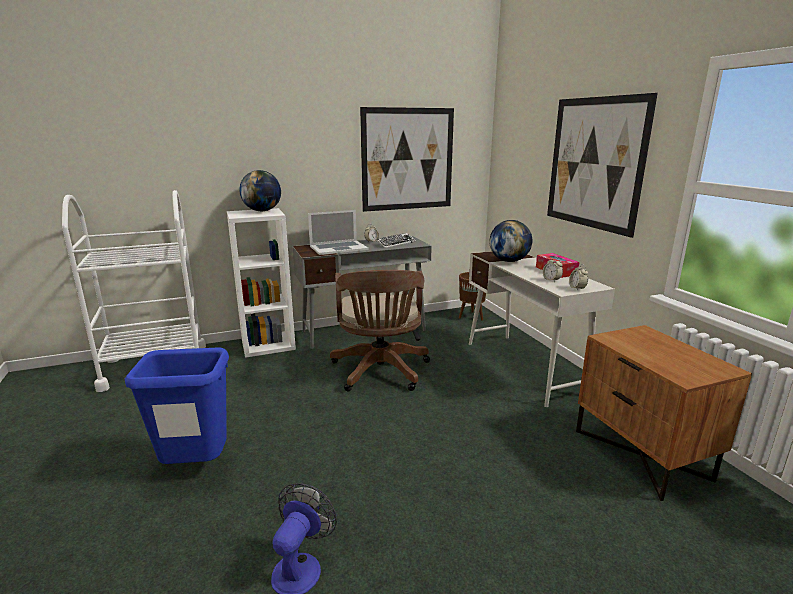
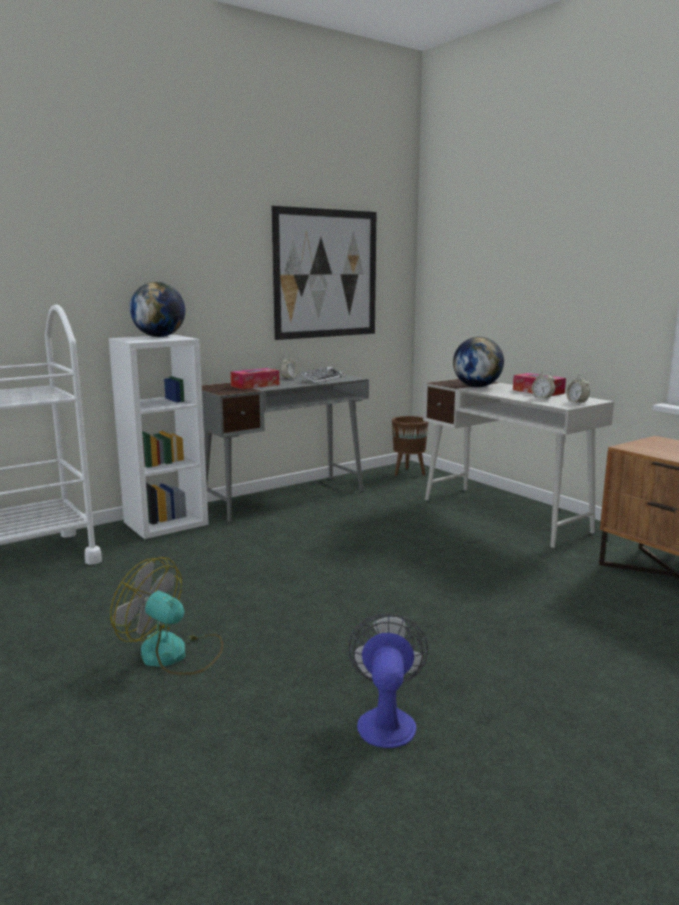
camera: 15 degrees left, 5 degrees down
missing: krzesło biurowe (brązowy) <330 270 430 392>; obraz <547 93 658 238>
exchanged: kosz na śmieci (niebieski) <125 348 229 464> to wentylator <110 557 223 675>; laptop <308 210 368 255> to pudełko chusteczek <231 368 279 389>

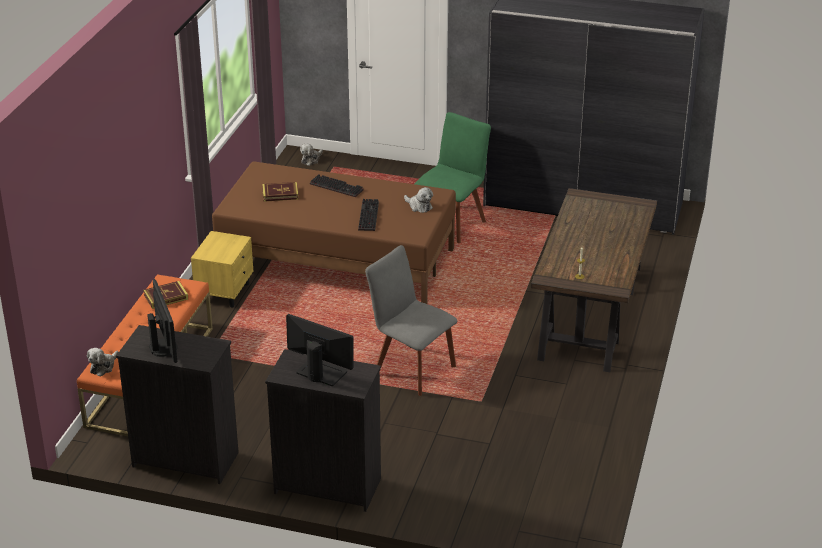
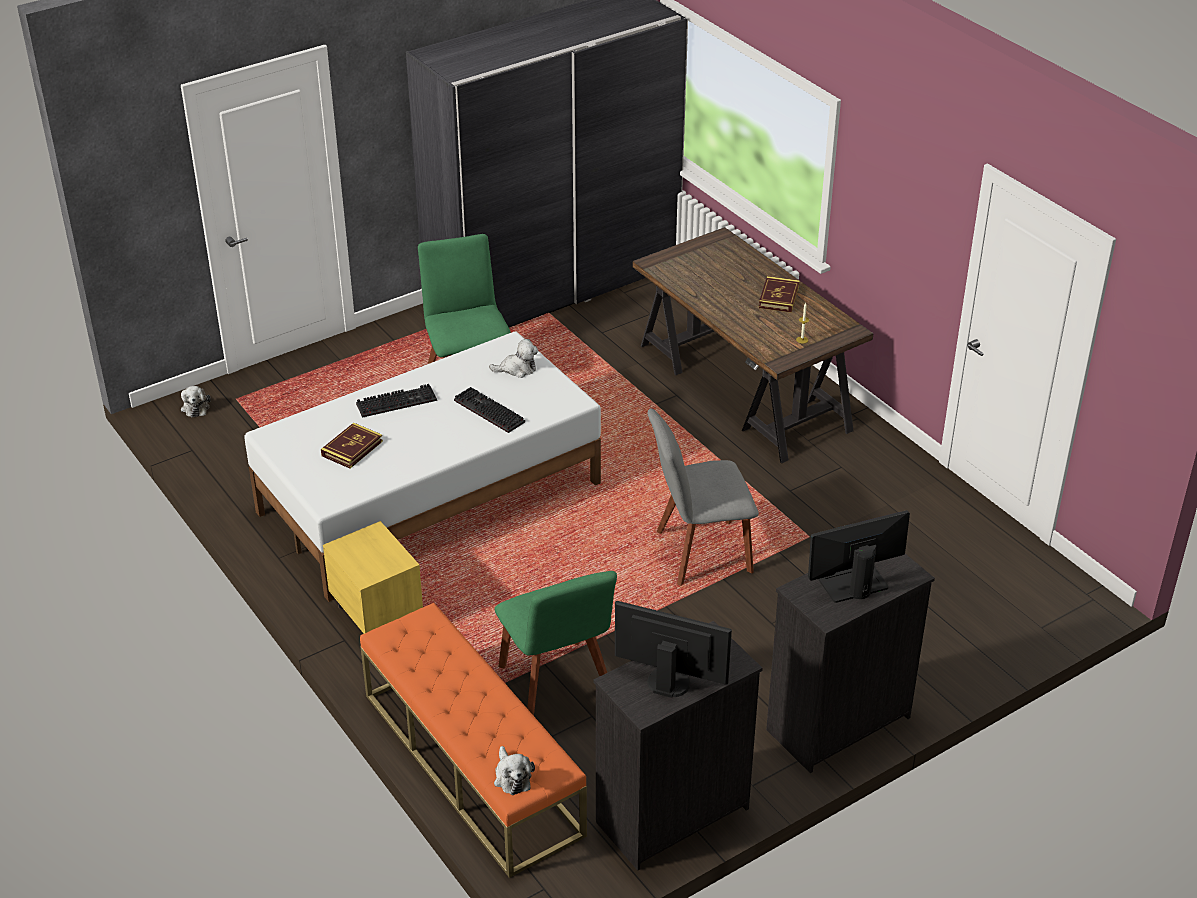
camera: 50 degrees left, 5 degrees up
appeared: krzesło (zielony) <494 571 617 716>
relocated: książka <143 281 188 309> to <759 276 800 313>
colour: łóżko (brązowy) <212 161 456 304> to łóżko (biały) <244 332 601 602>

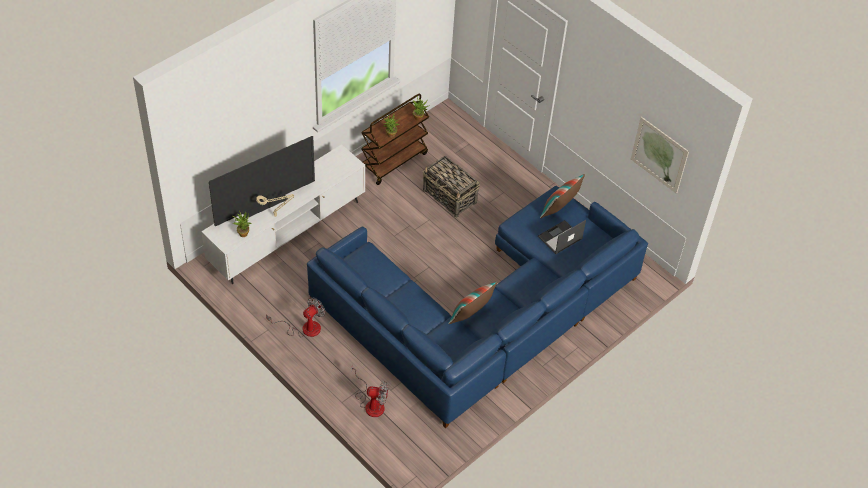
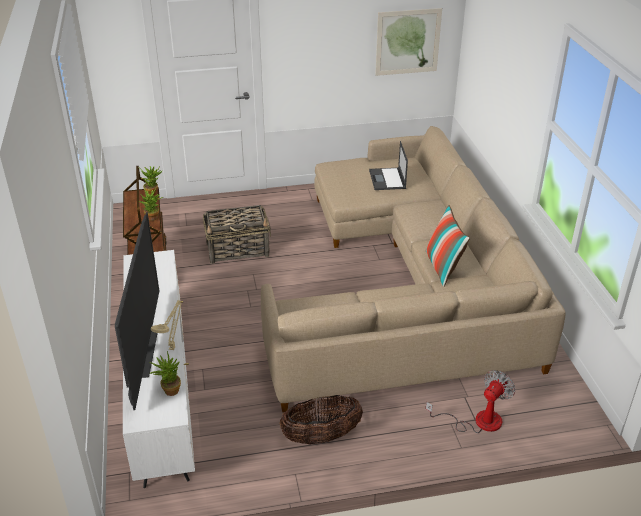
camera: 55 degrees left, 15 degrees down
missing: poduszka <540 174 585 218>
exchanged: wentylator <266 297 325 337> to koszyk <279 395 363 445>
colour: kanapa (niebieski) <307 186 648 428> to kanapa (beżowy) <261 126 566 412>

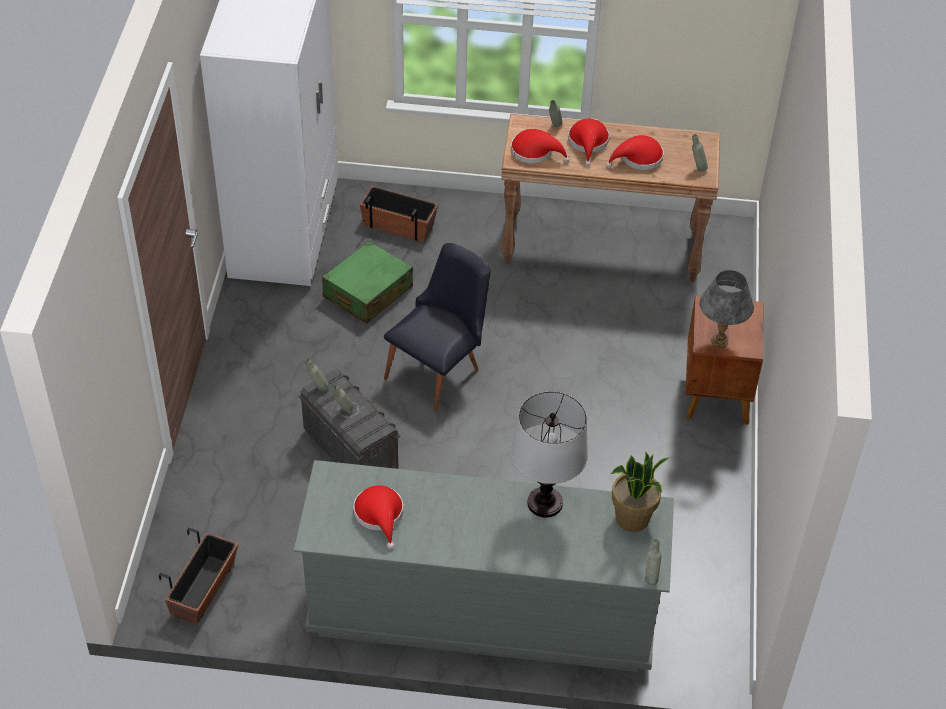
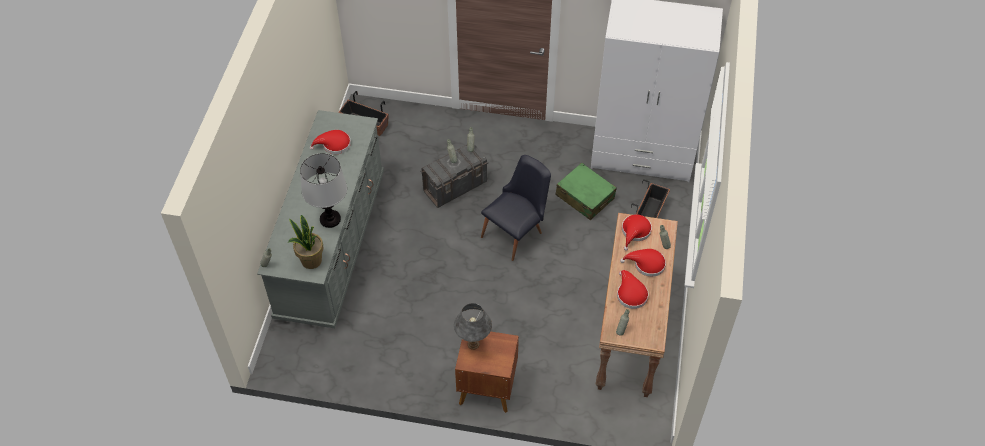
camera: 95 degrees right, 5 degrees up
spun: krzesło (czarny) <384 243 491 412> = <481 155 551 261> 90 degrees counterclockwise

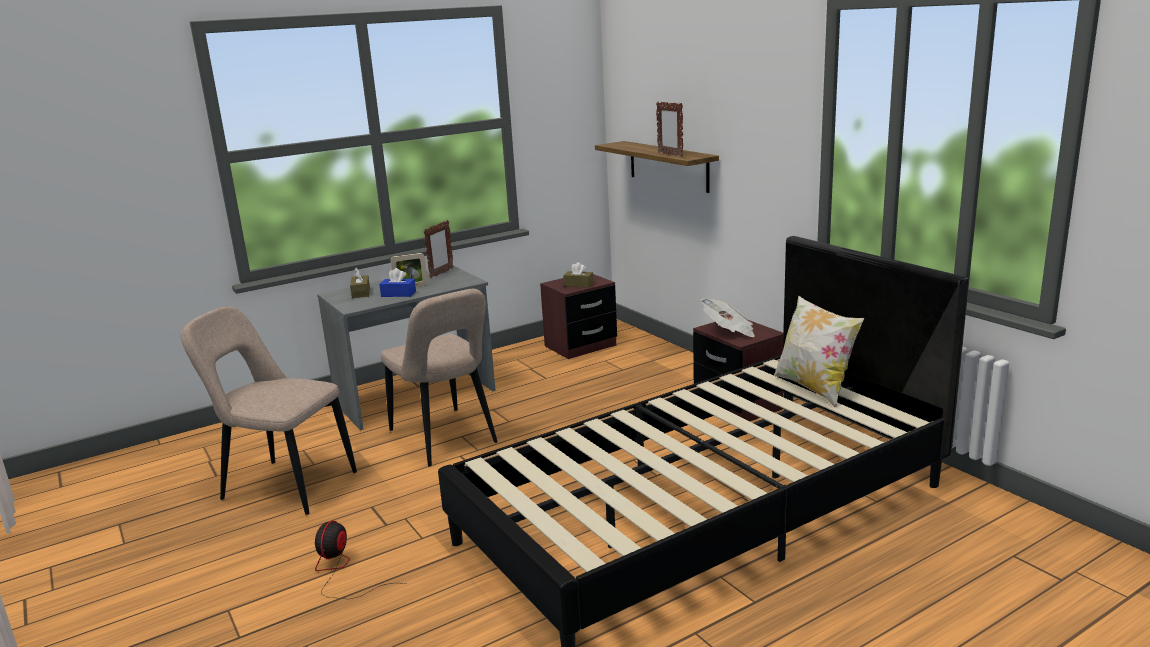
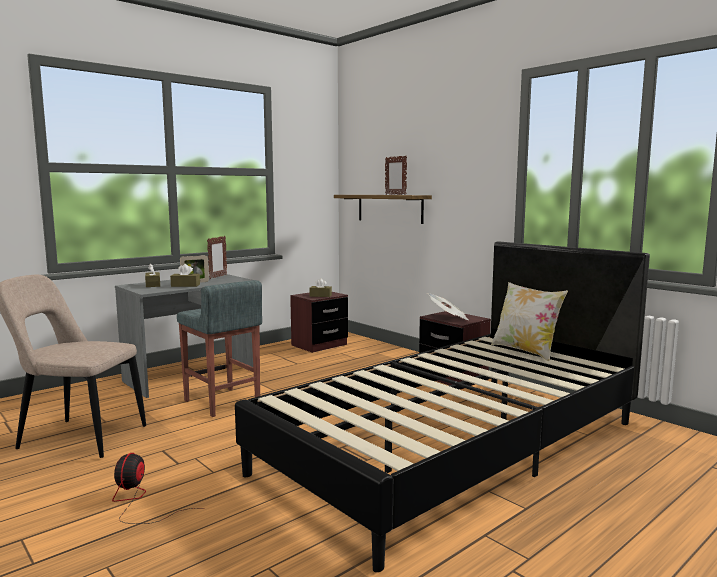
camera: 10 degrees left, 10 degrees down
exchanged: krzesło (beżowy) <381 289 498 466> to stołek (szary) <177 280 262 417>
colour: pudełko chusteczek (niebieski) <379 268 416 297> to pudełko chusteczek (brązowy) <170 264 200 287>

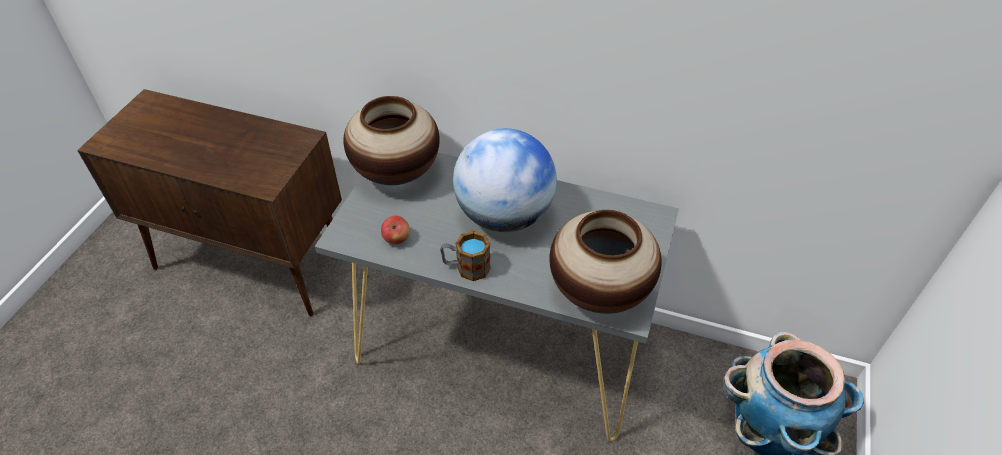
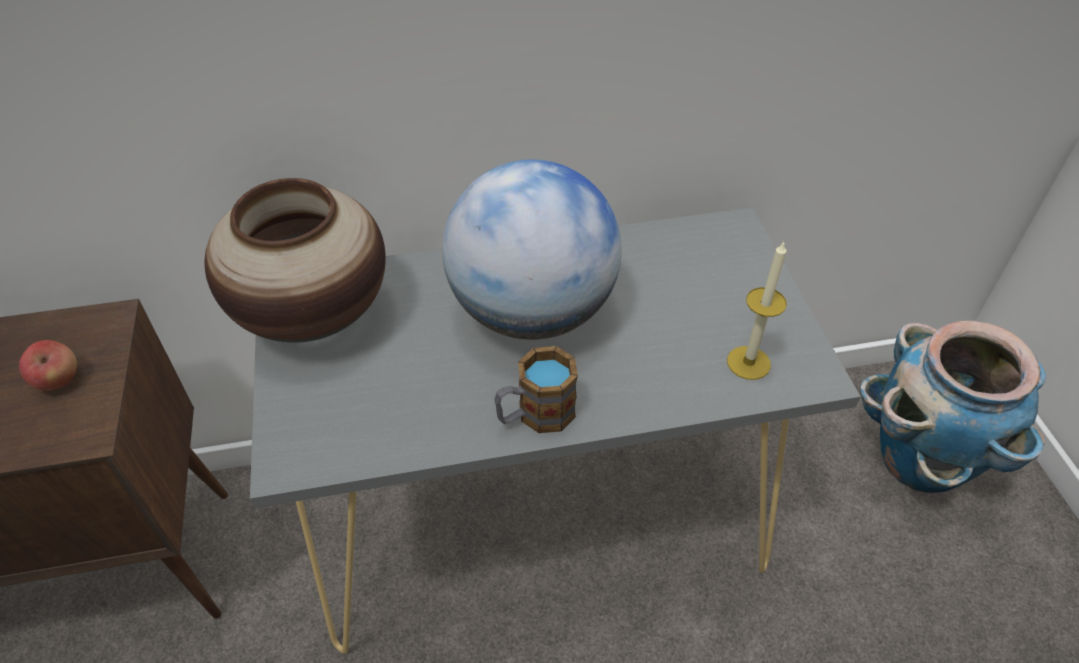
camera: 30 degrees left, 0 degrees up
relocated: jabłko <381 216 410 244> to <19 340 77 391>
exchanged: wazon <549 210 662 314> to świeca <727 241 787 380>

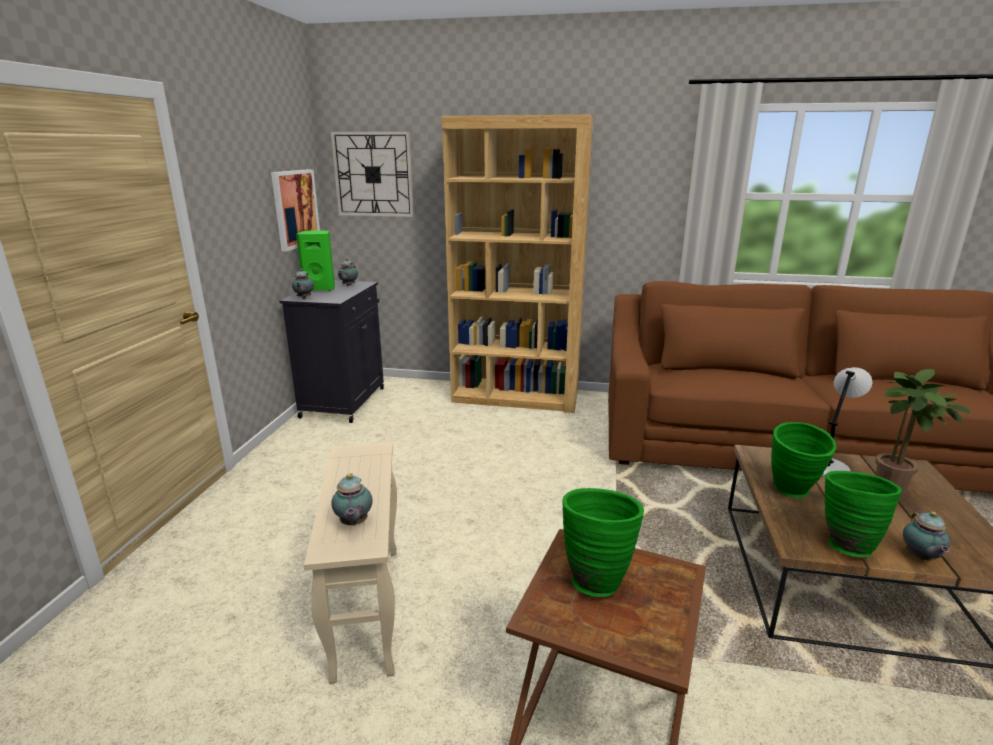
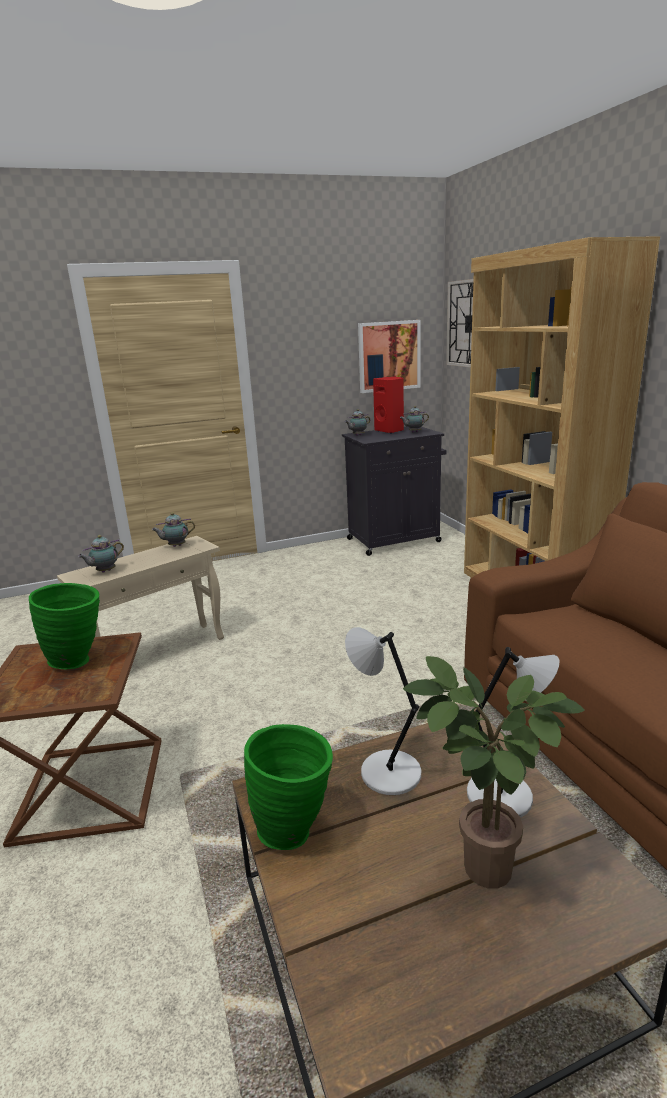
camera: 60 degrees right, 0 degrees up
relocated: imbryk <903 509 950 561> to <152 512 195 547>
exchanged: wazon (zielony) <771 422 837 498> to lampa stołowa (szary) <345 627 421 795>
colour: głośnik (zielony) <296 230 335 291> to głośnik (czerwony) <373 377 404 434>

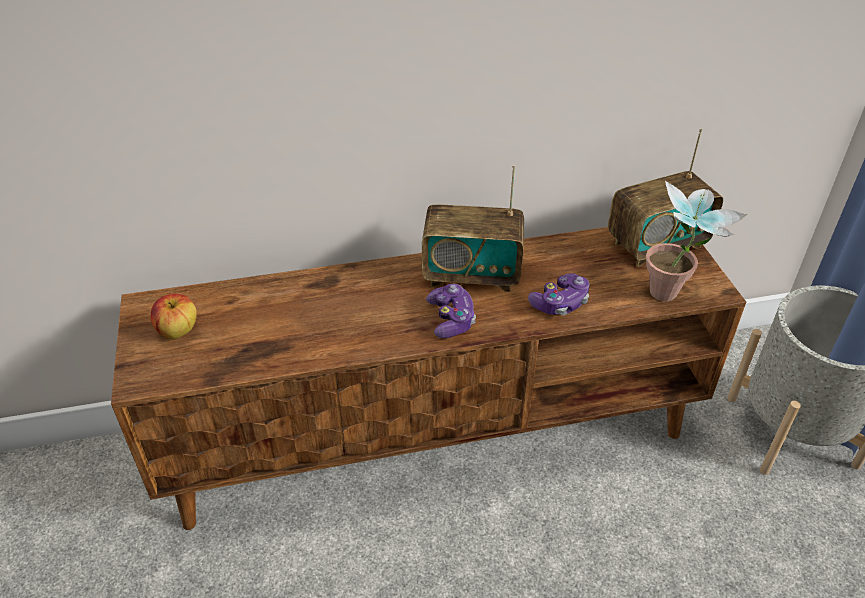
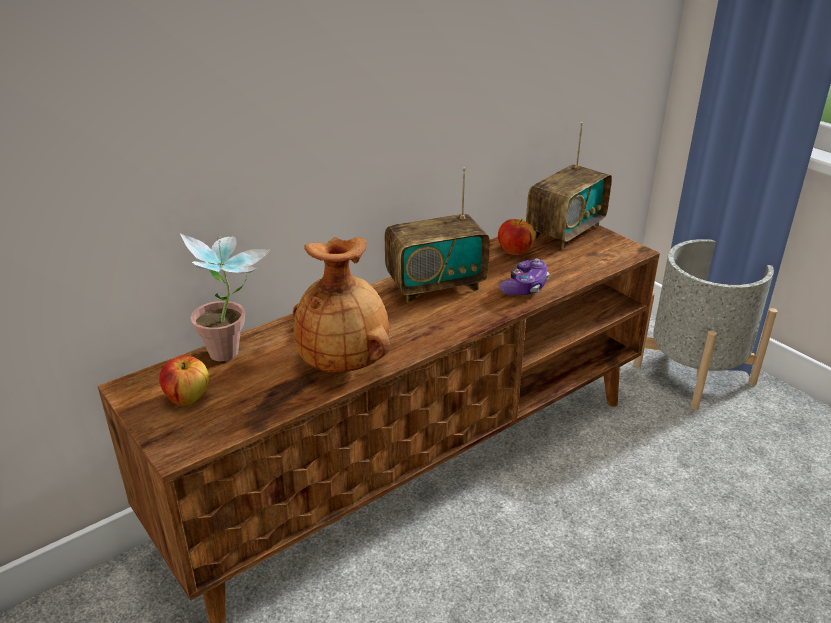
camera: 25 degrees left, 10 degrees down
missing: pad do gier <426 284 476 338>
appeared: wazon (brązowy) <293 237 390 372>; jabłko <498 219 535 255>
relocated: roślina doniczkowa <646 181 747 301> to <180 233 271 361>

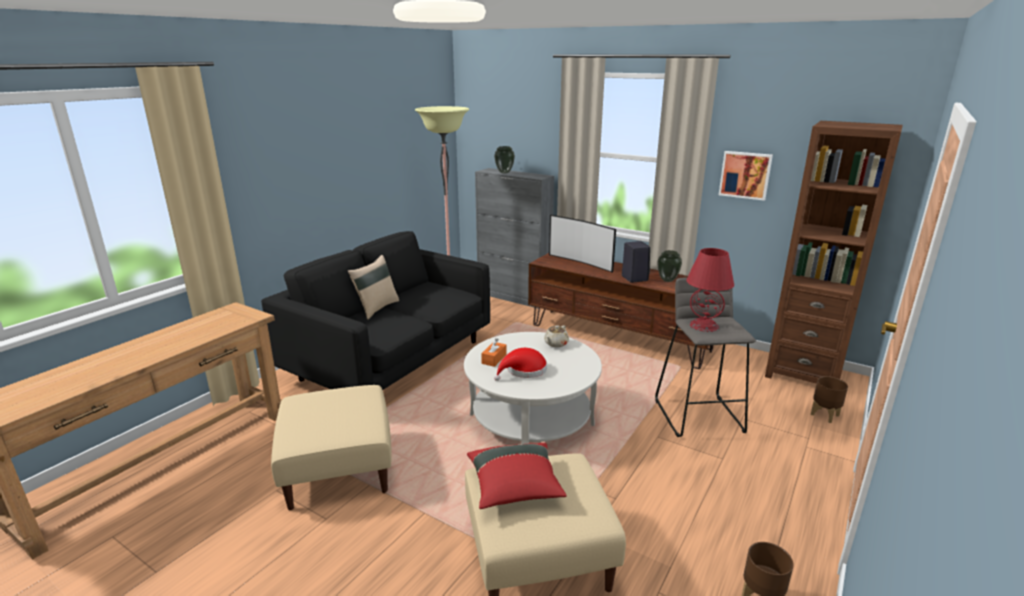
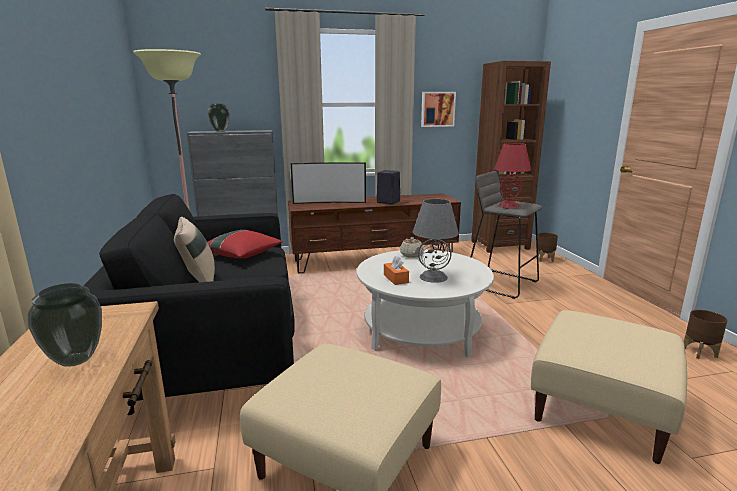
camera: 45 degrees left, 5 degrees down
relocated: poduszka (czerwony) <467 443 567 509> to <207 230 282 258>; wazon <657 250 682 282> to <27 283 102 367>
exchanged: kapelusz (czerwony) <494 348 547 381> to lampa stołowa (szary) <413 199 459 283>

